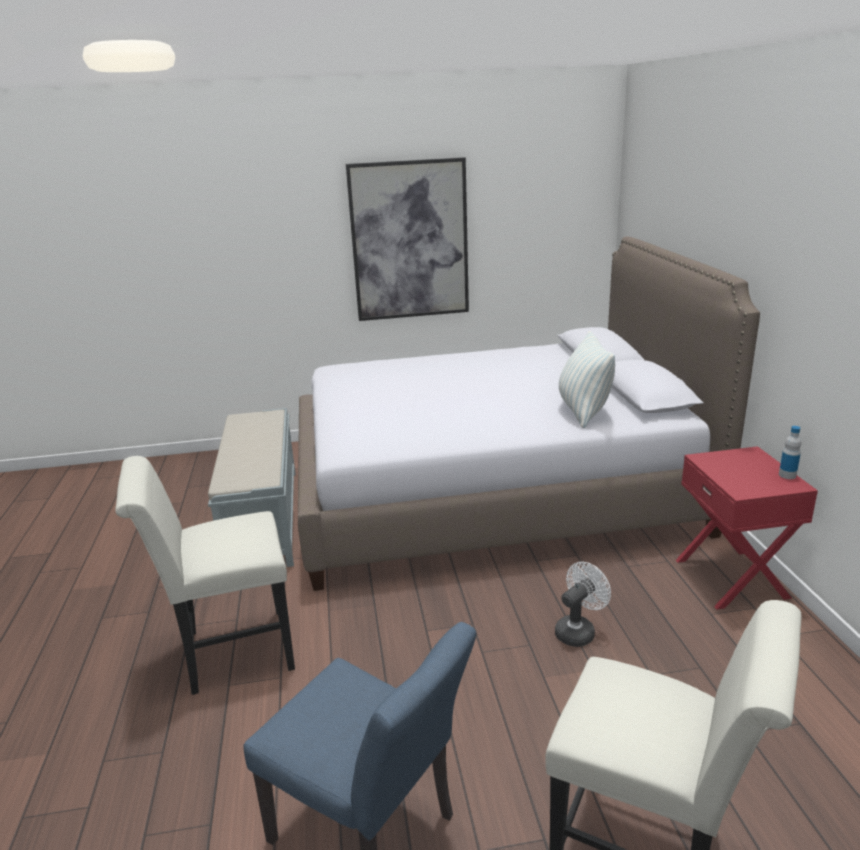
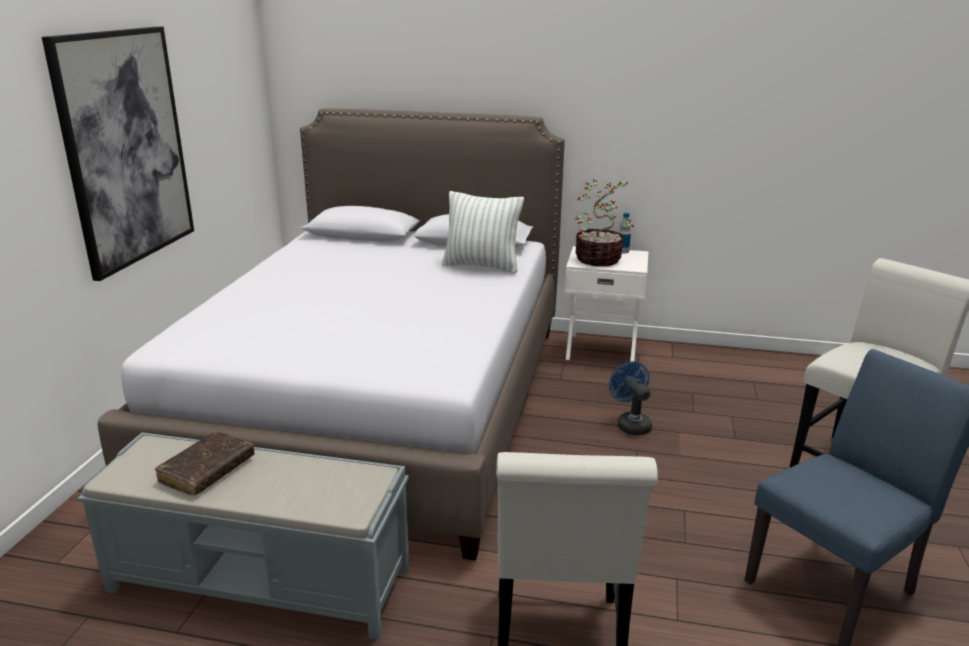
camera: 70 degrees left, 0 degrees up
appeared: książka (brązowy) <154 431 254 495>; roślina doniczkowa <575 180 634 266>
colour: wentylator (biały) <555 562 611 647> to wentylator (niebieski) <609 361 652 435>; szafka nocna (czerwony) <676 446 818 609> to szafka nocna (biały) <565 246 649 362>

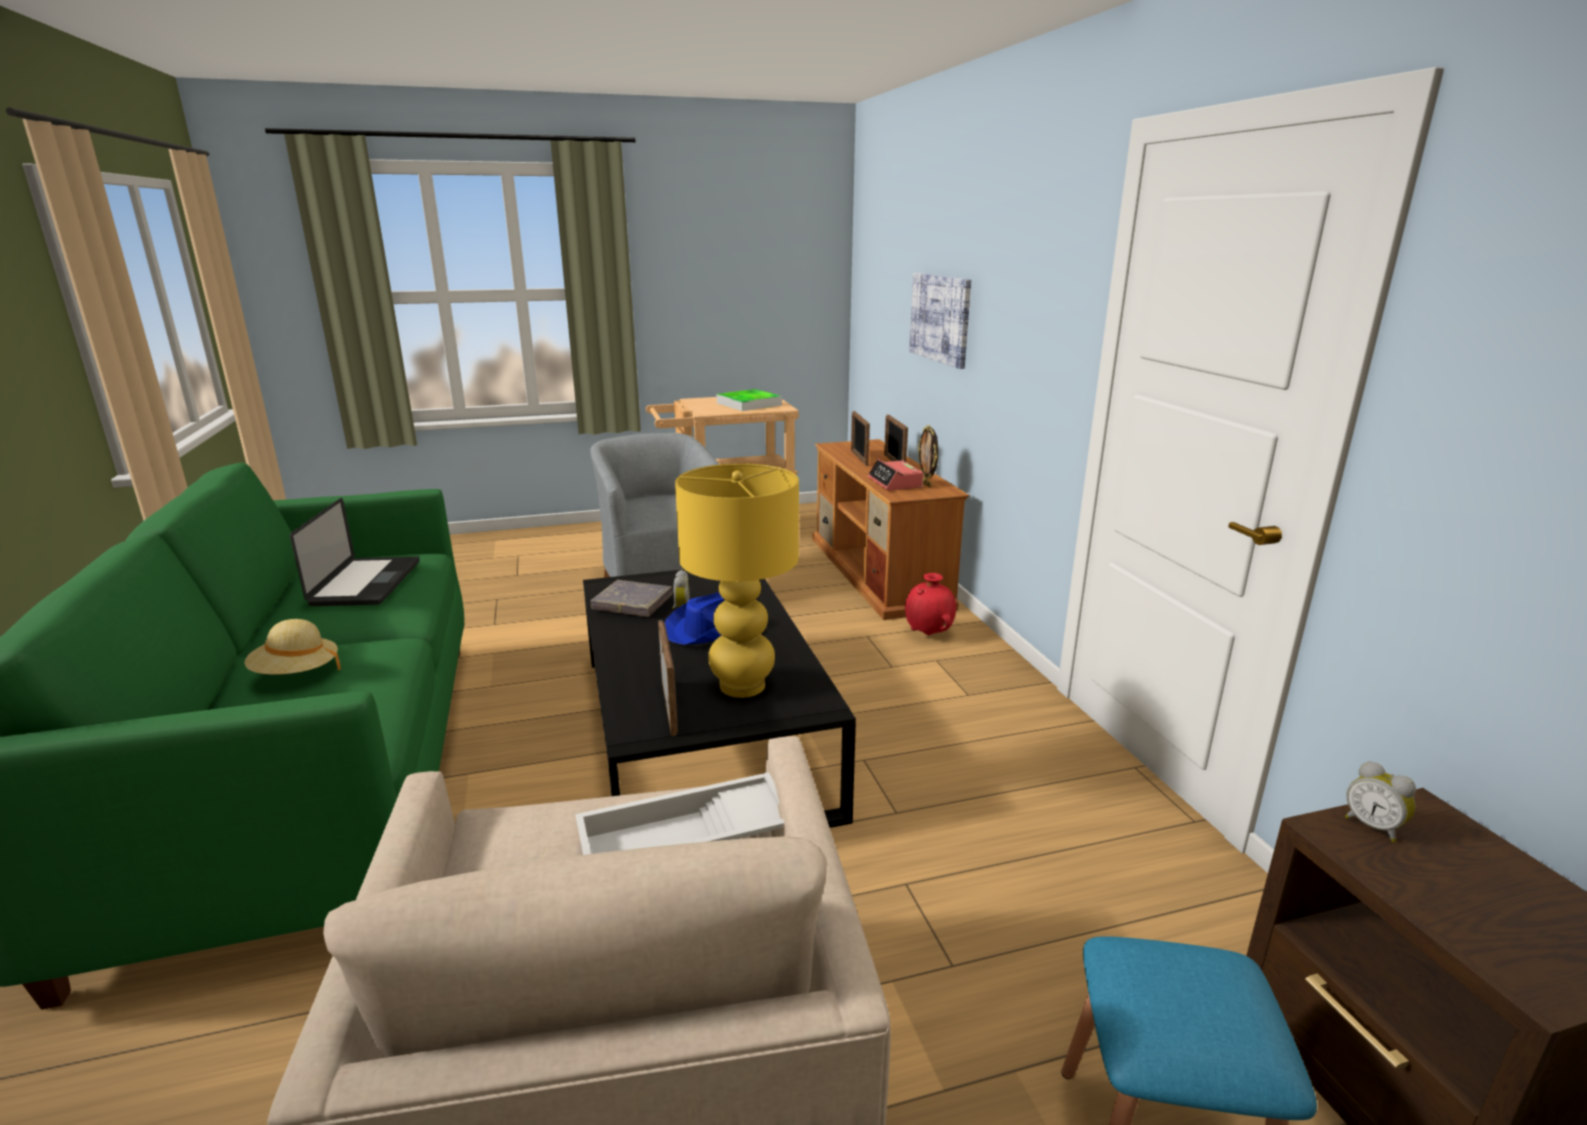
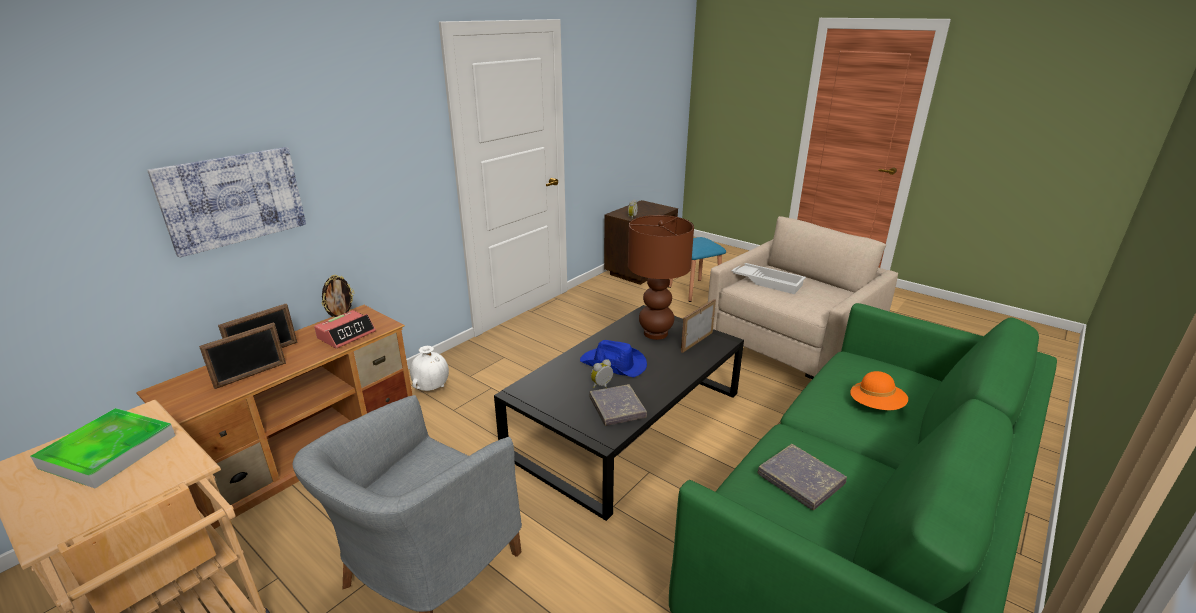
camera: 125 degrees left, 5 degrees up
exchanged: laptop <290 498 420 606> to książka (szary) <758 444 847 510>
colour: kapelusz (beżowy) <245 619 341 675> to kapelusz (pomarańczowy) <850 371 908 410>; lampa stołowa (żółty) <675 463 799 698> to lampa stołowa (brązowy) <628 215 694 340>; wazon (czerwony) <905 573 956 635> to wazon (biały) <410 346 449 391>

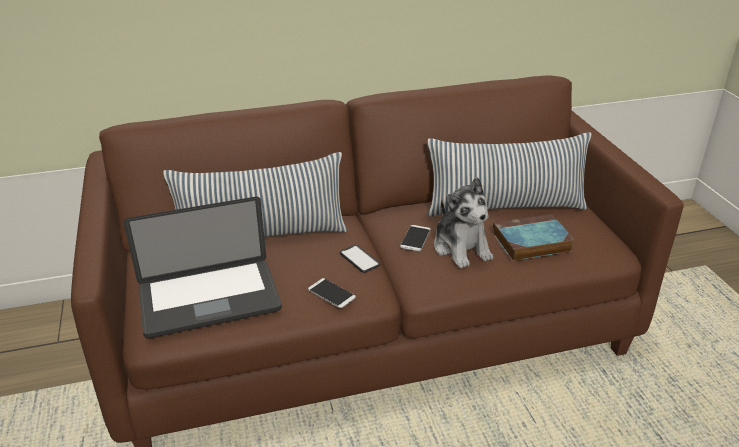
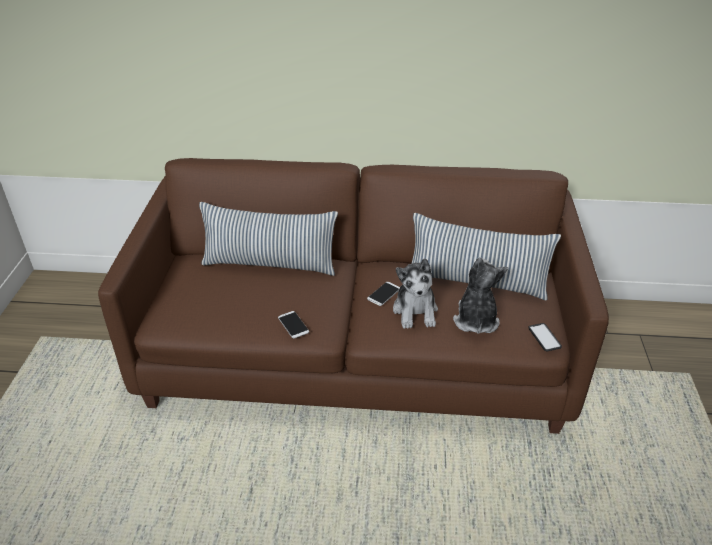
camera: 20 degrees right, 5 degrees up
missing: laptop <123 197 282 338>
relocated: telefon <340 245 380 273> to <528 323 562 351>
exchanged: książka <493 214 575 261> to pluszak <453 257 508 334>

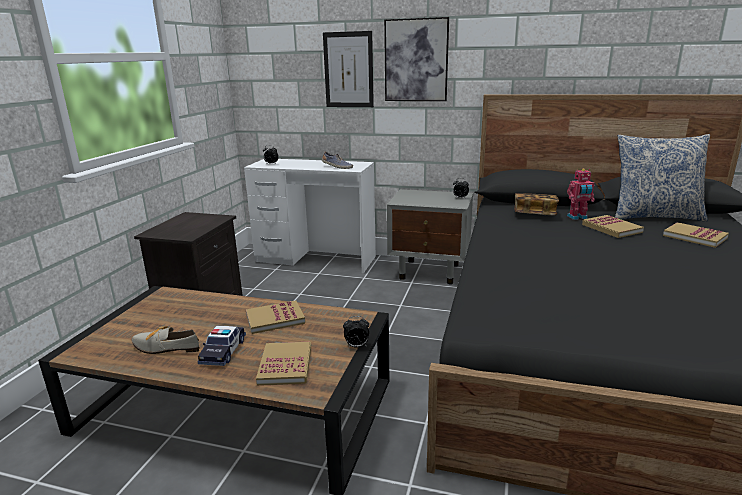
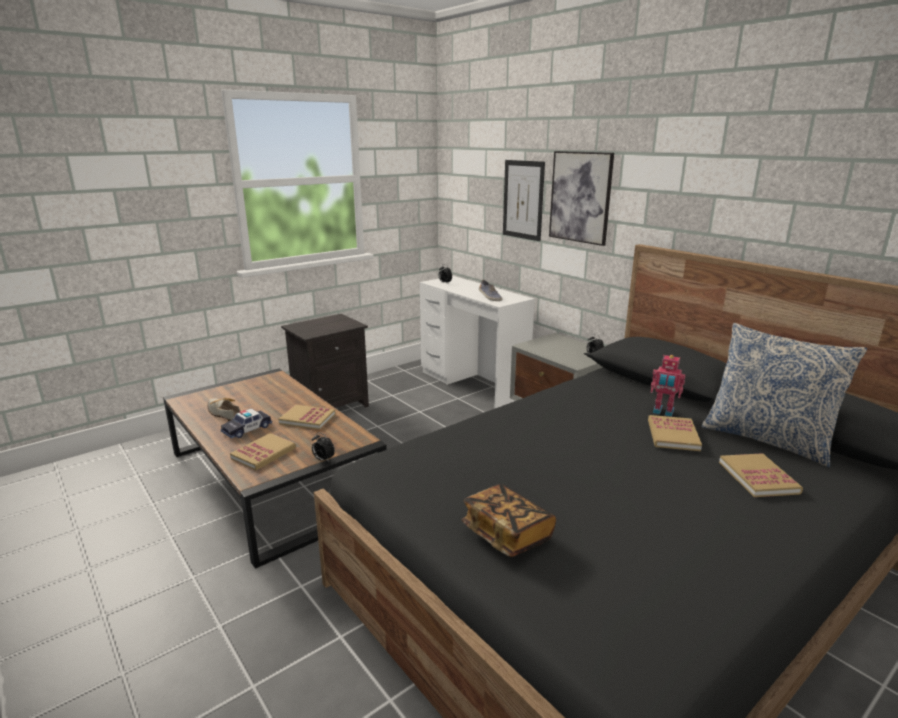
camera: 35 degrees right, 0 degrees up
relocated: książka <514 193 559 216> to <461 484 556 557>

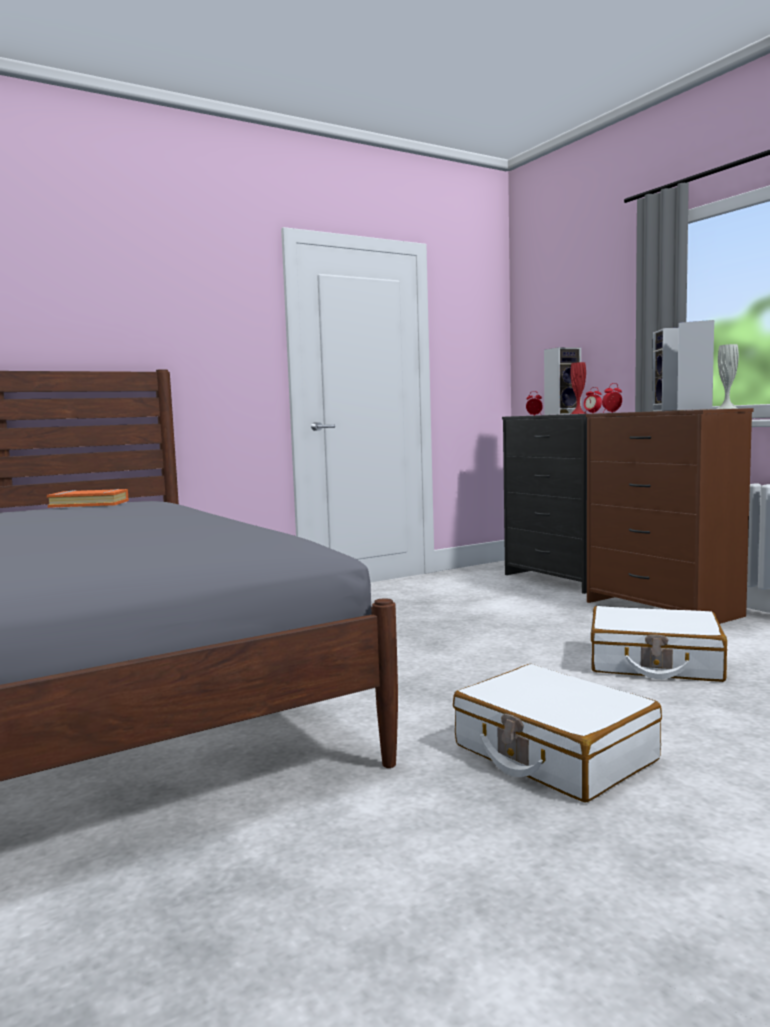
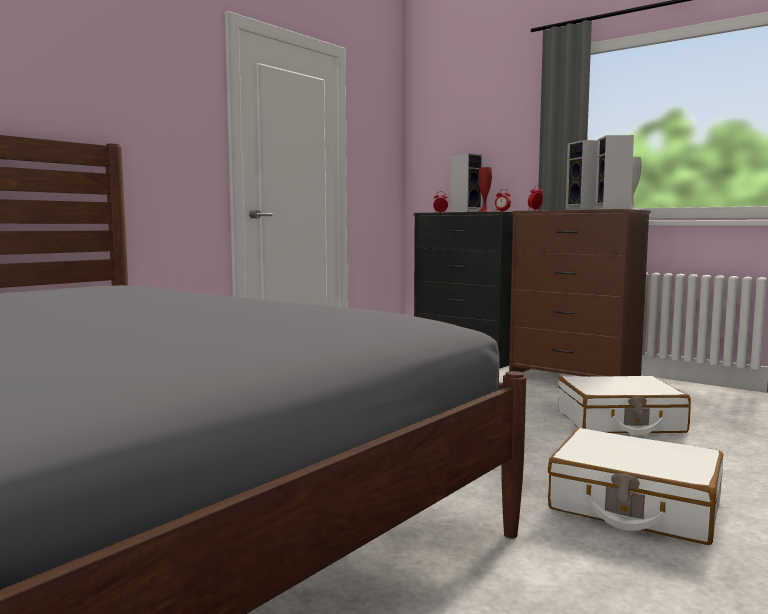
camera: 20 degrees left, 0 degrees up
missing: książka (pomarańczowy) <47 489 129 508>

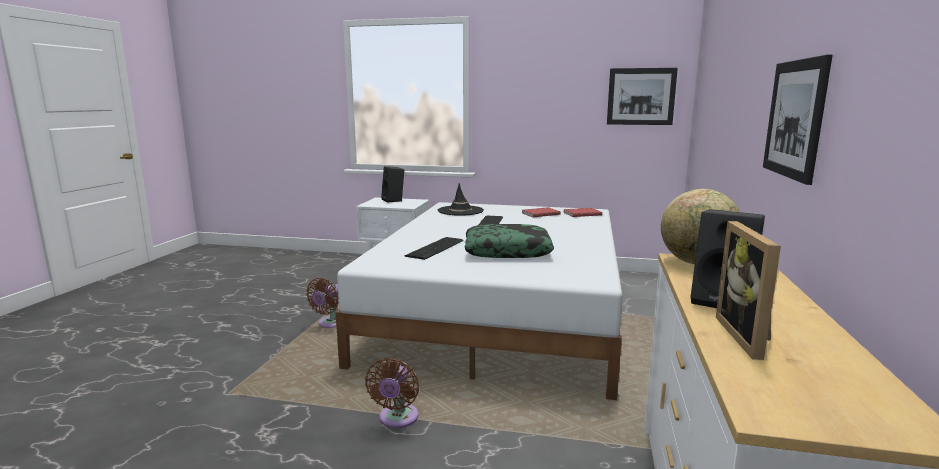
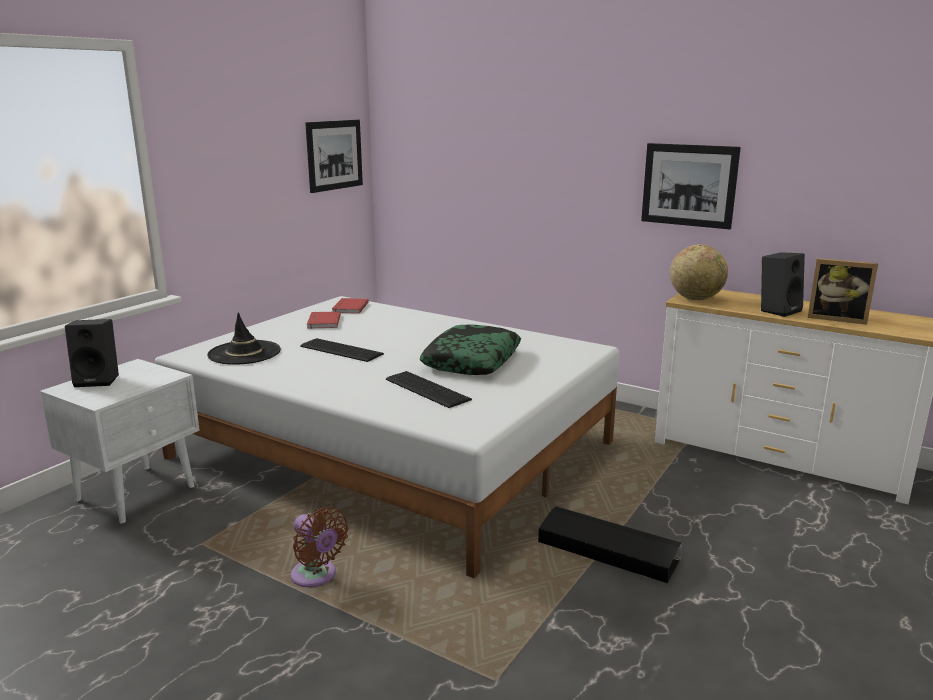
camera: 70 degrees left, 5 degrees up
exchanged: wentylator (brązowy) <365 358 419 428> to pojemnik do przechowywania (czarny) <538 506 682 583>

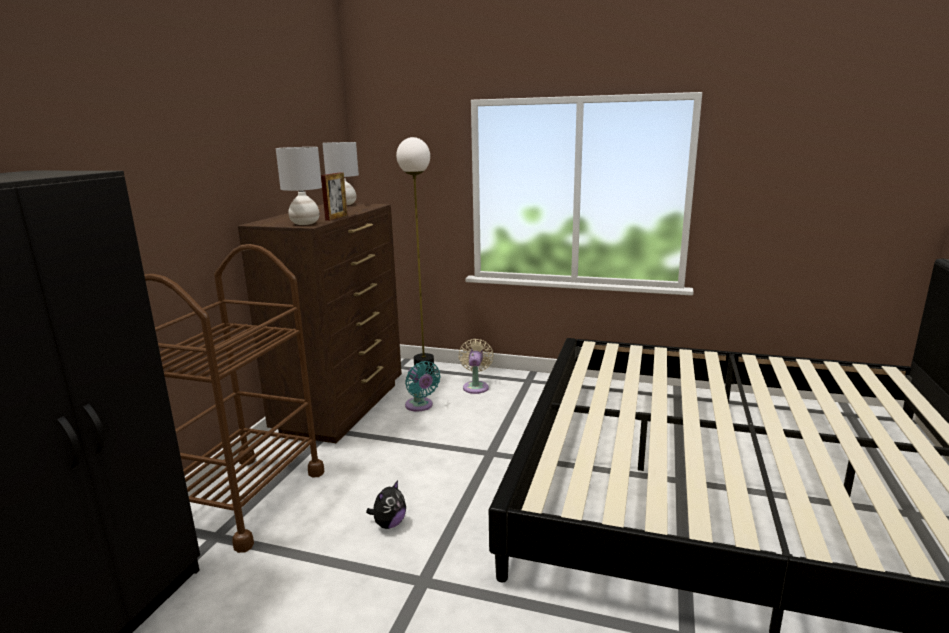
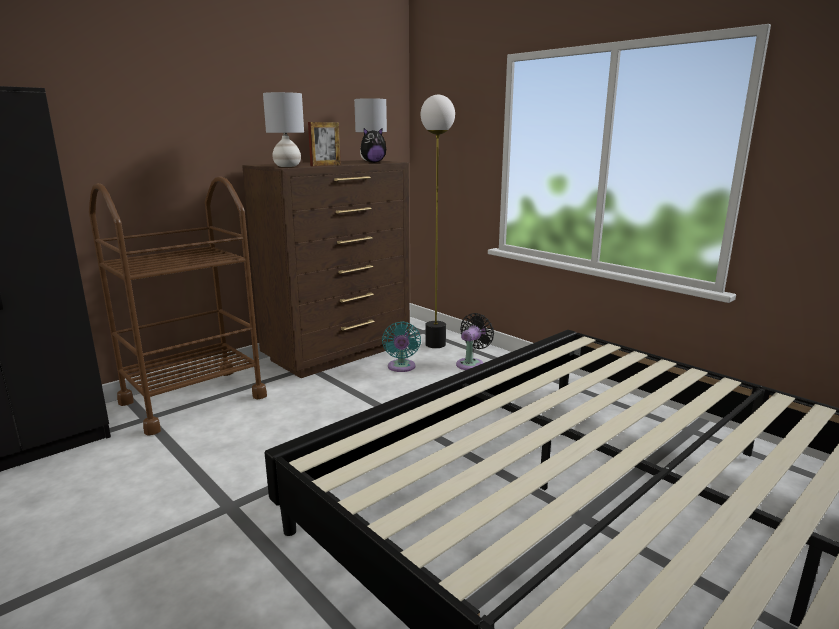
camera: 30 degrees right, 0 degrees up
relocated: pluszak <366 480 406 529> to <361 128 386 163>
colour: wentylator (beżowy) <459 339 494 394> to wentylator (czarny) <456 313 494 370>

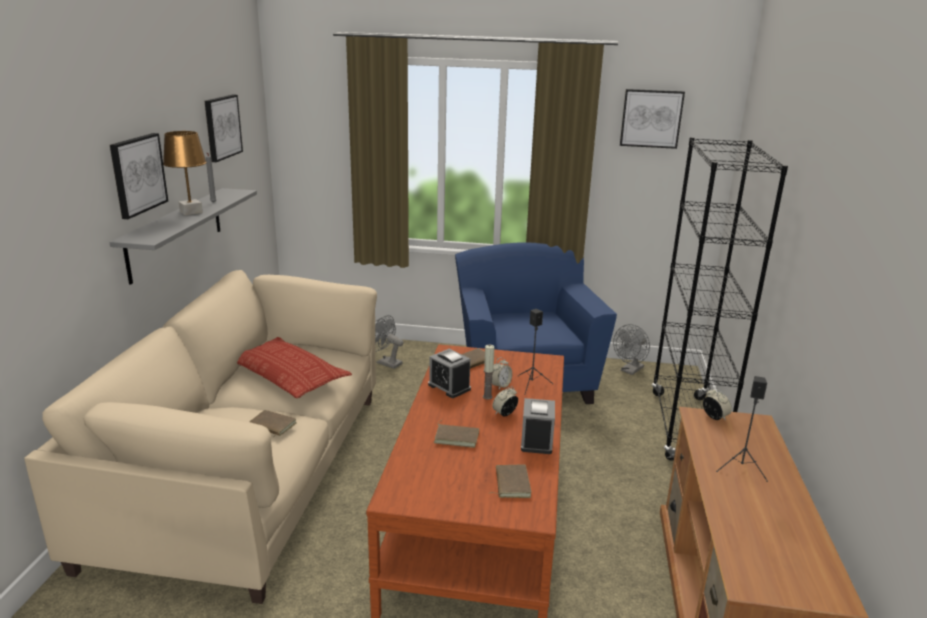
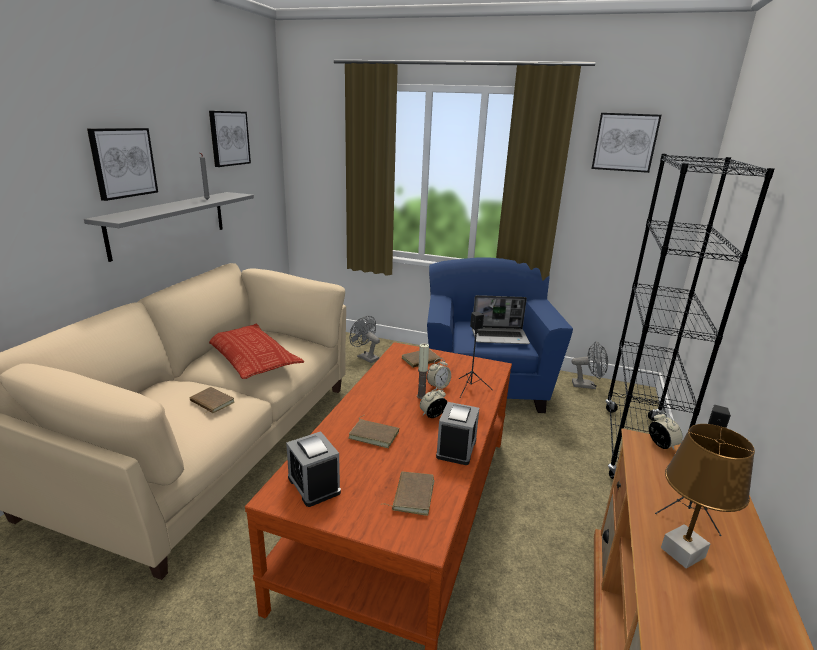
camera: 10 degrees right, 0 degrees up
appeared: laptop <472 295 530 344>
relocated: lampa stołowa (brązowy) <163 131 207 215> to <661 424 755 569>; budzik <428 349 471 398> to <286 431 341 507>
spun: wentylator (szary) <613 324 650 375> = <571 341 608 389> 135 degrees counterclockwise

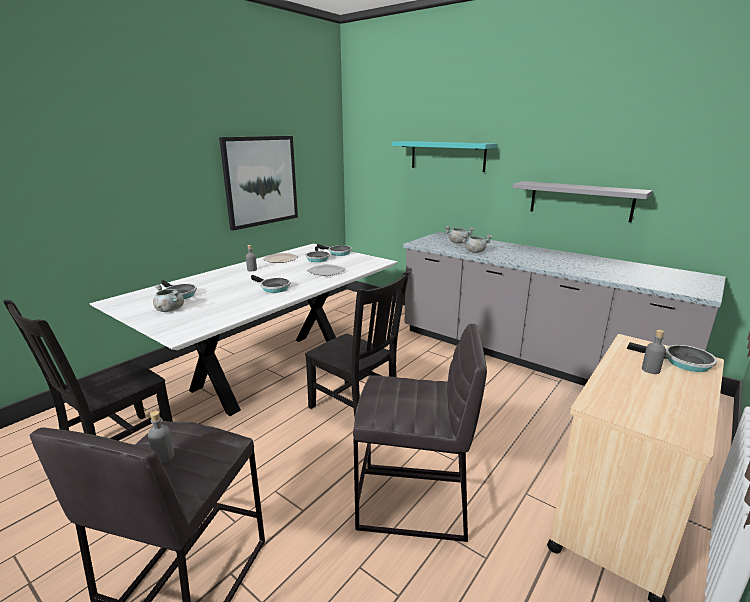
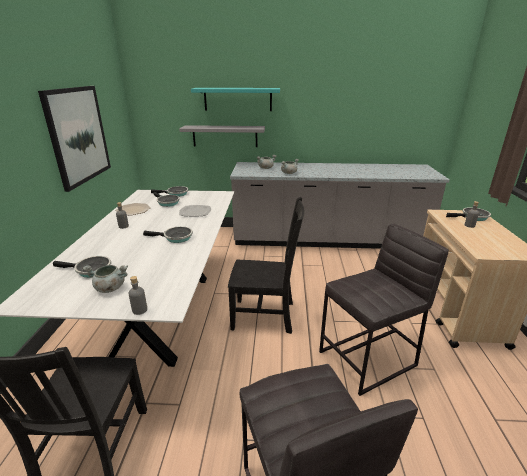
camera: 35 degrees left, 5 degrees up
relocated: butelka (szary) <148 411 174 463> to <129 276 147 315>; półka (szary) <513 181 653 222> to <179 125 265 147>

